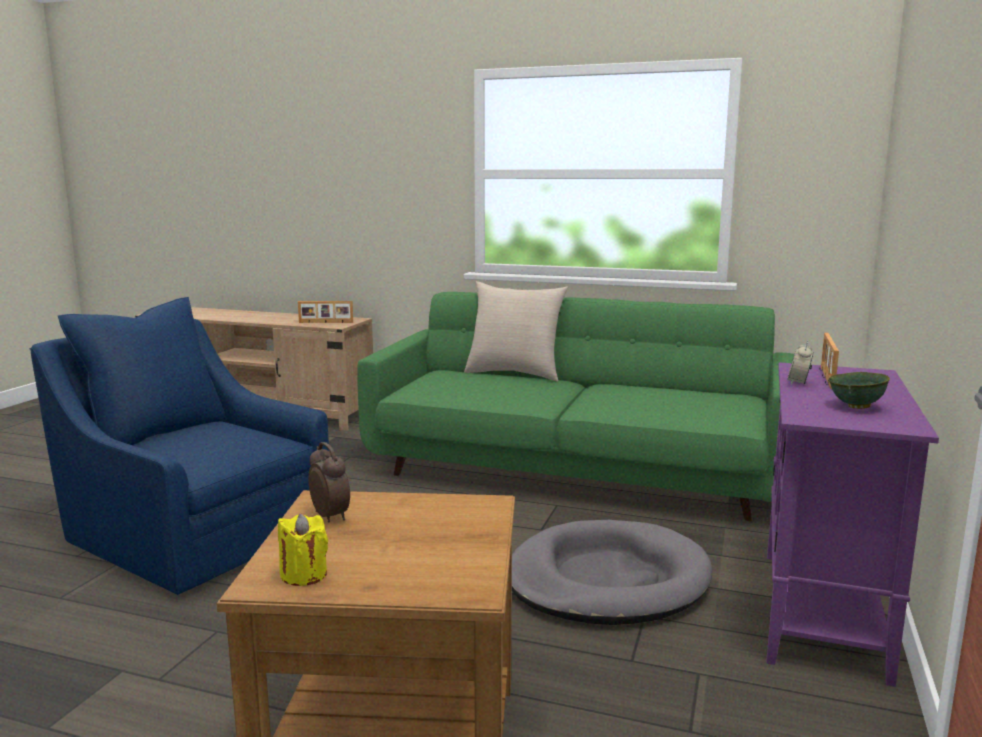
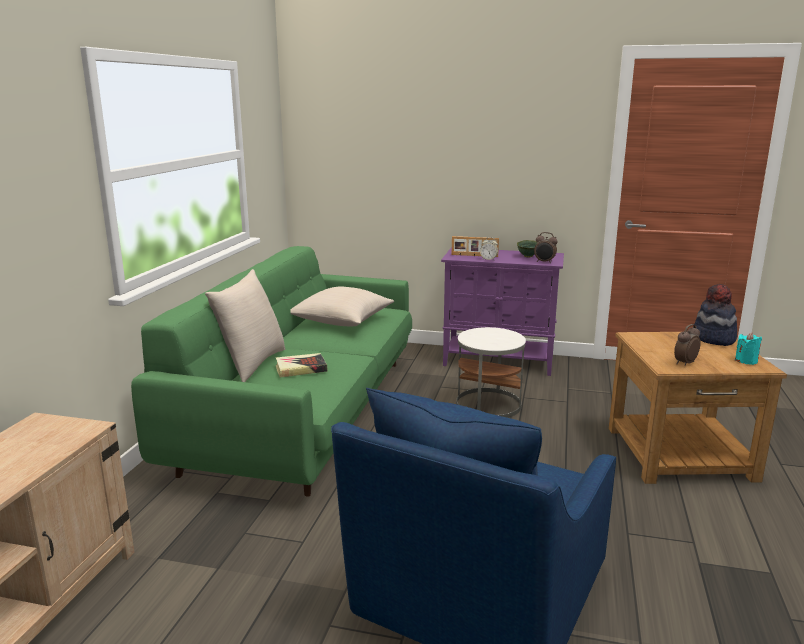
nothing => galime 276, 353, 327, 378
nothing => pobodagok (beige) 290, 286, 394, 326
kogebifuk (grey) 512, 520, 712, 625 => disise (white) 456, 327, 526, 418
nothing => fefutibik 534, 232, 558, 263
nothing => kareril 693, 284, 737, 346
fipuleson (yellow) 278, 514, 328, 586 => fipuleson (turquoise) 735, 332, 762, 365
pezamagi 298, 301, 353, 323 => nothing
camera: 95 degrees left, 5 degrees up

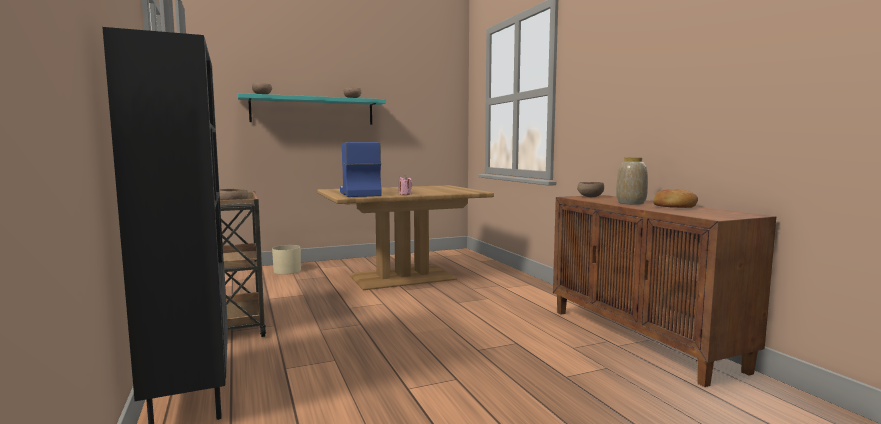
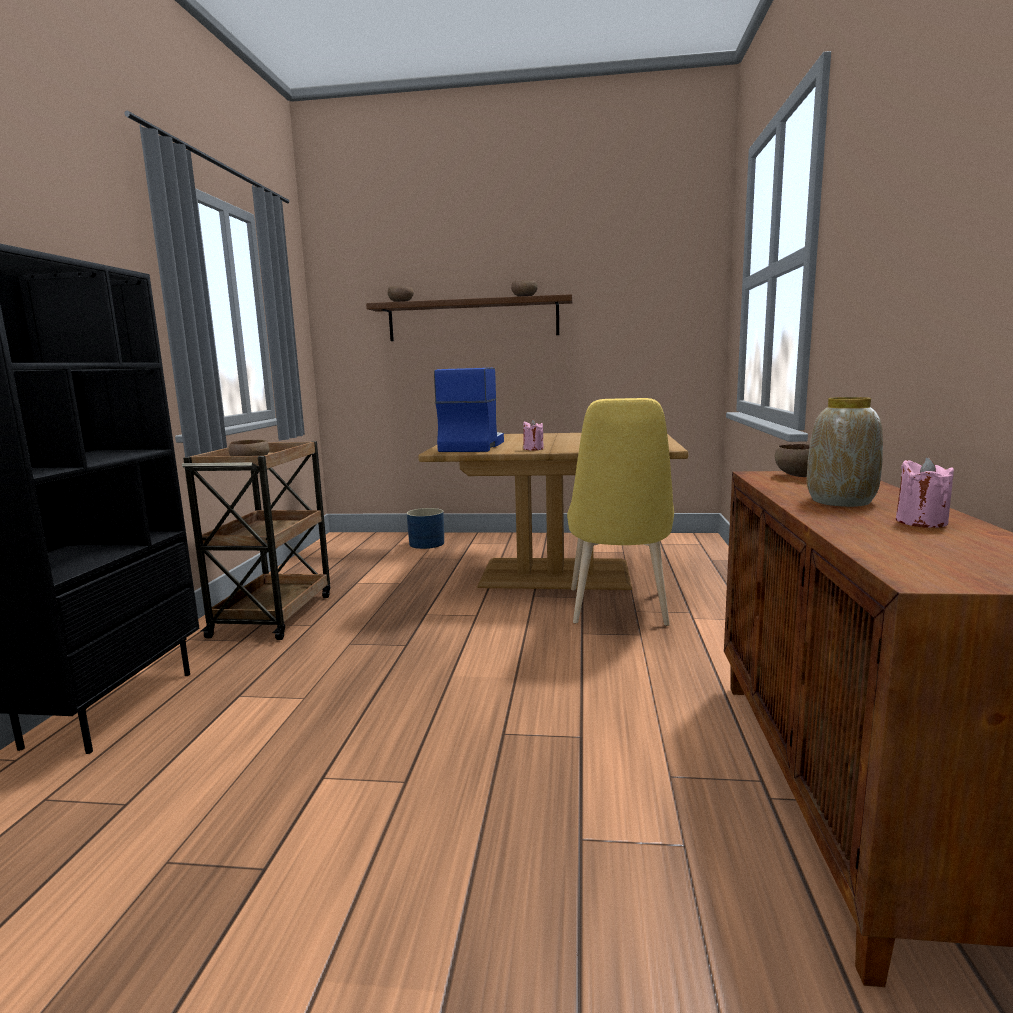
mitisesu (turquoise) 238, 93, 386, 125 => mitisesu (brown) 366, 294, 573, 341
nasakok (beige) 272, 245, 301, 275 => nasakok (blue) 407, 508, 444, 549
nothing => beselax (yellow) 567, 398, 674, 626
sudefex 653, 189, 698, 208 => fipuleson (pink) 896, 457, 954, 528
camera: 30 degrees right, 5 degrees up

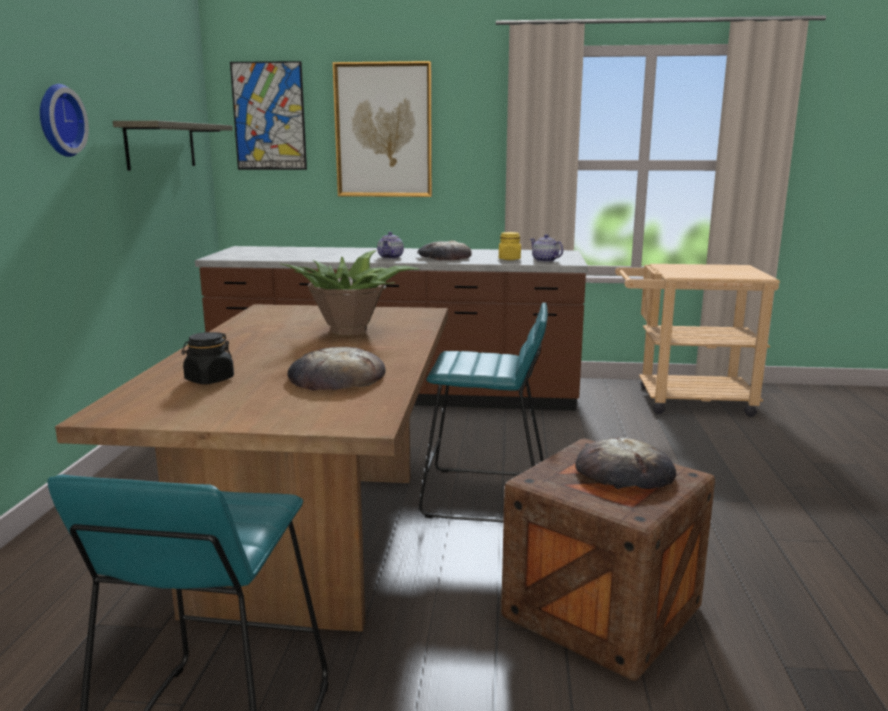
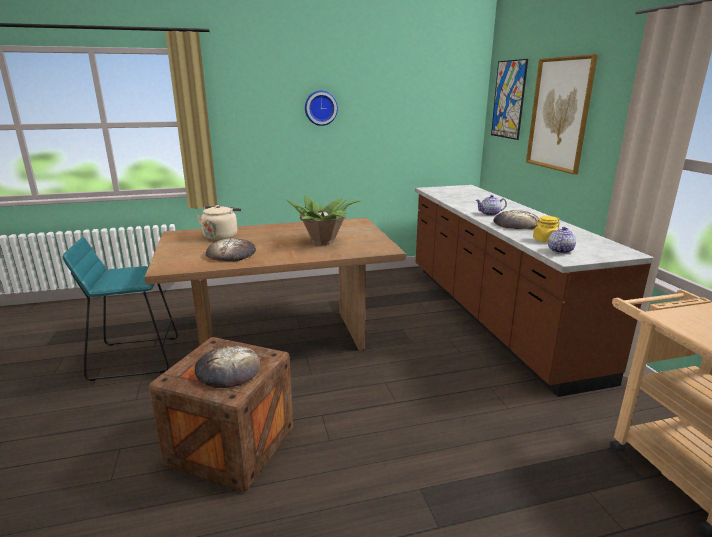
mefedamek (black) 182, 332, 234, 384 => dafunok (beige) 197, 205, 241, 241
mitisesu 113, 121, 233, 171 => nothing
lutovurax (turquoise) 419, 302, 548, 523 => nothing
camera: 70 degrees right, 5 degrees up

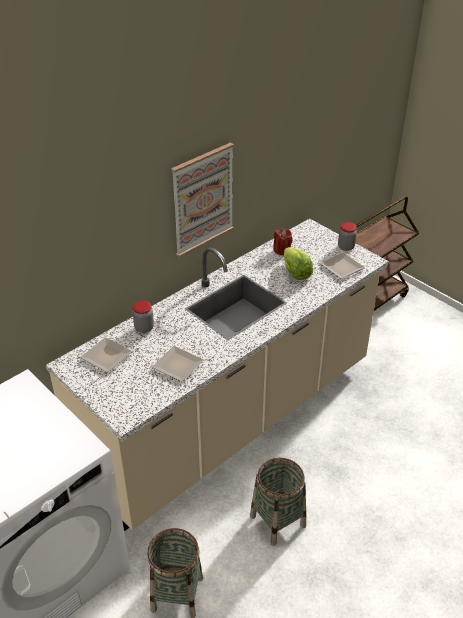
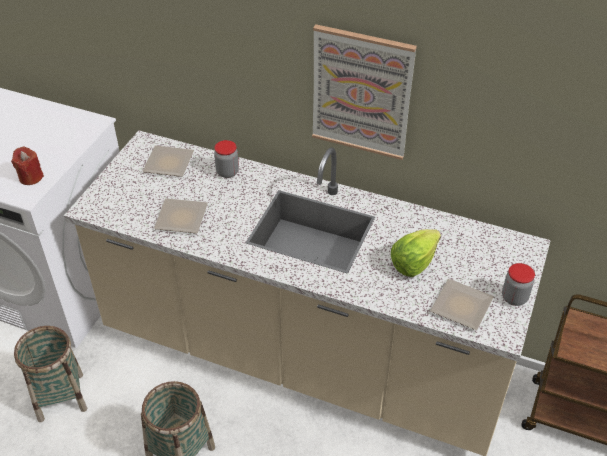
fipuleson (red) 273, 229, 293, 255 => fipuleson (red) 11, 146, 44, 185, moved
camera: 65 degrees right, 5 degrees up

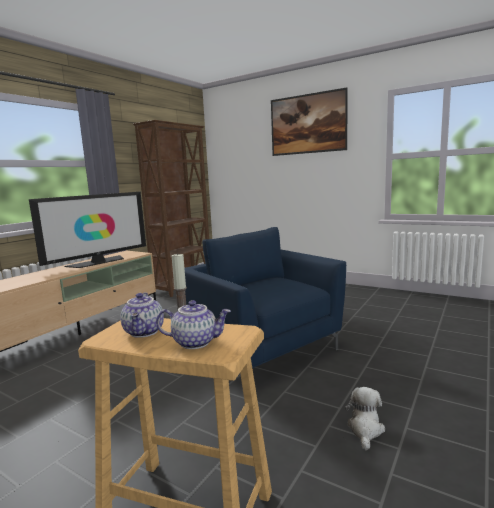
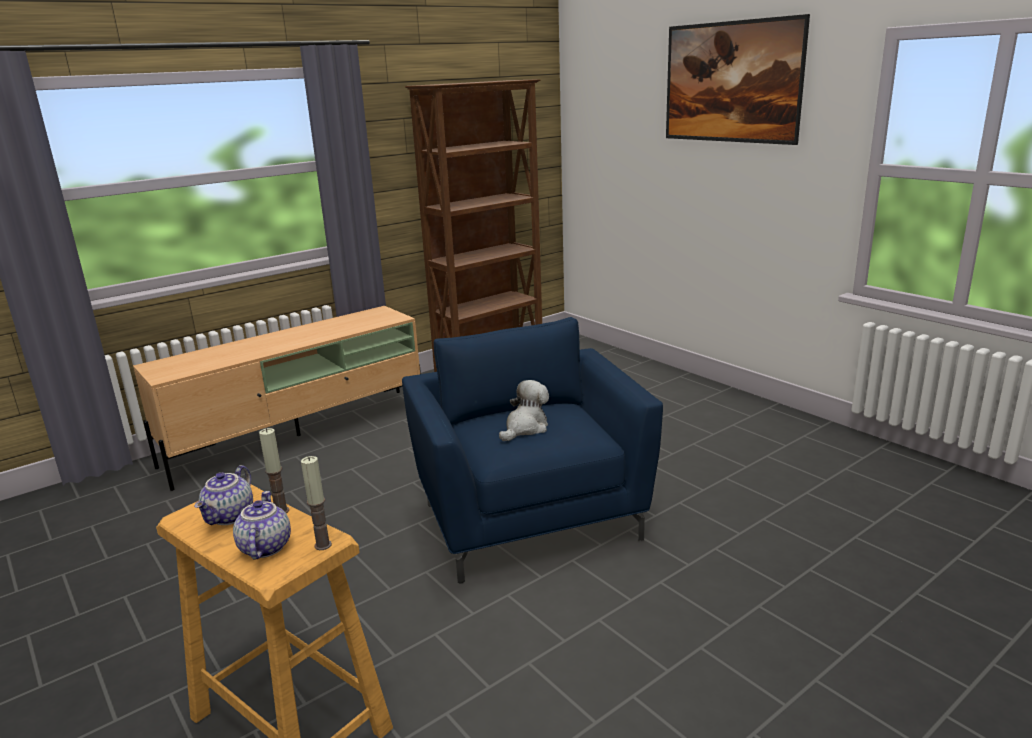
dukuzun 156, 300, 231, 349 => dukuzun 233, 491, 291, 560, 120 degrees counterclockwise
nothing => fipuleson 301, 456, 332, 550
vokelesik 345, 387, 385, 450 => vokelesik 499, 380, 549, 441, moved
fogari 29, 192, 146, 268 => nothing
camera: 20 degrees right, 10 degrees up

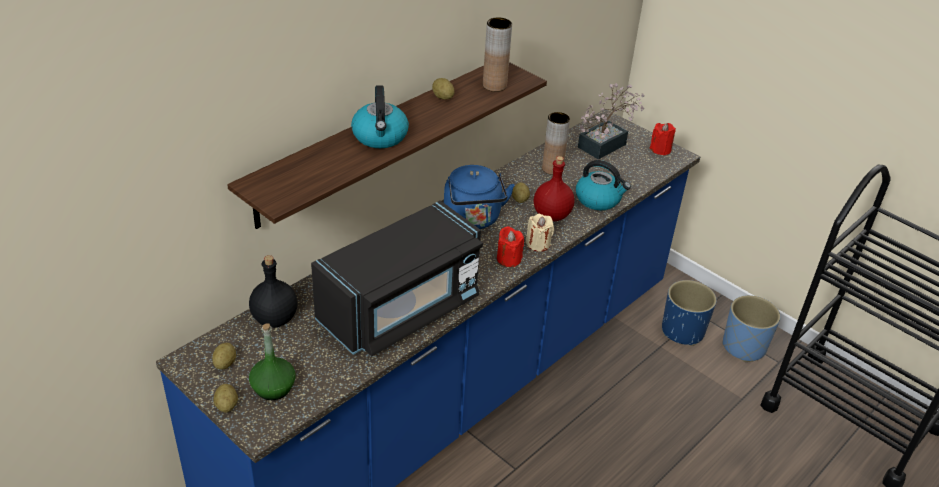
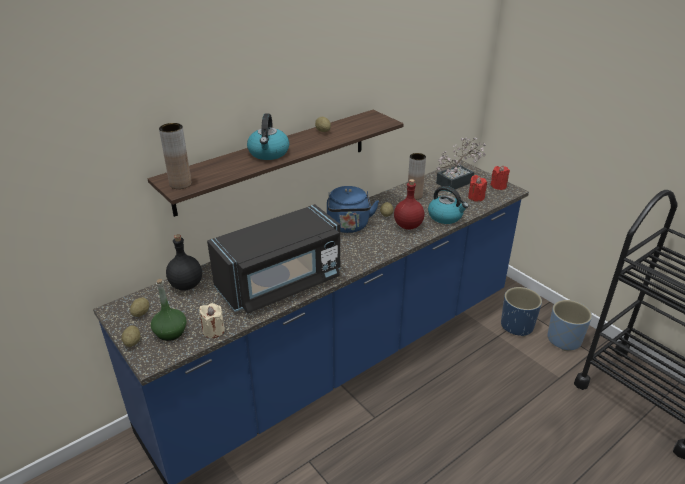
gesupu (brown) 483, 17, 512, 92 => gesupu (brown) 159, 123, 192, 189, moved
fipuleson (beige) 526, 214, 554, 252 => fipuleson (beige) 199, 303, 225, 338, moved
fipuleson (red) 497, 226, 524, 267 => fipuleson (red) 468, 175, 487, 202, moved
camera: 10 degrees right, 5 degrees down

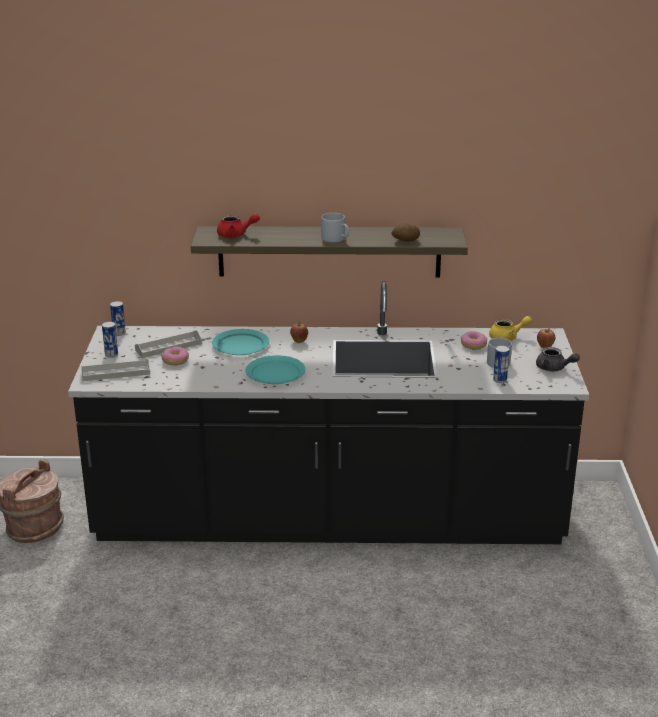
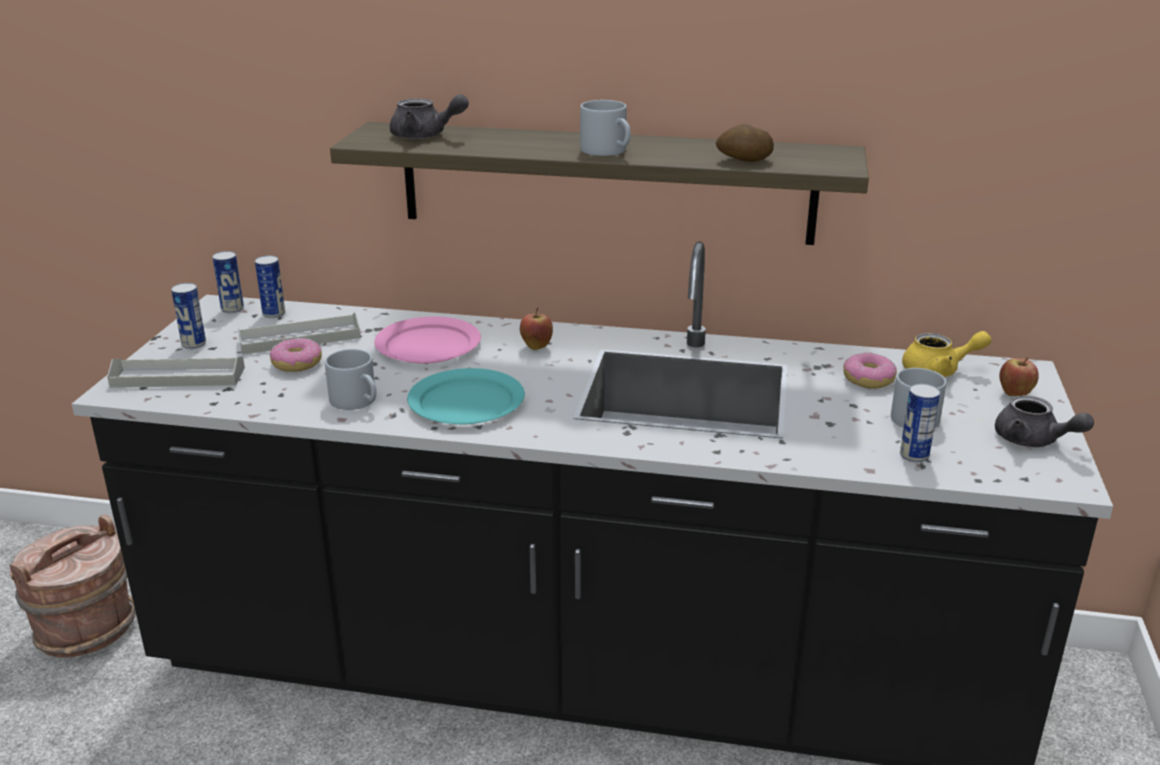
nothing => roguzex 255, 255, 285, 318
nothing => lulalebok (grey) 325, 349, 377, 410
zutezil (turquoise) 212, 329, 269, 355 => zutezil (pink) 374, 316, 481, 363
dukuzun (red) 217, 213, 260, 237 => dukuzun (grey) 390, 94, 469, 139
camera: 10 degrees right, 0 degrees up

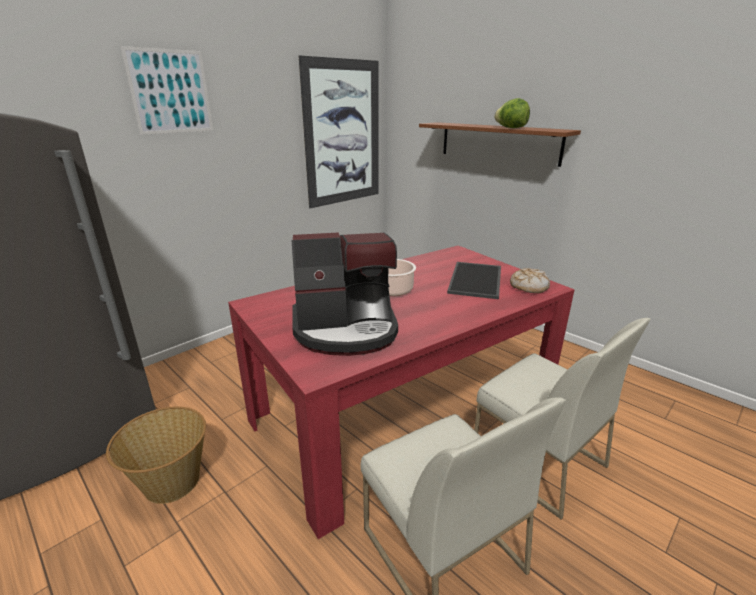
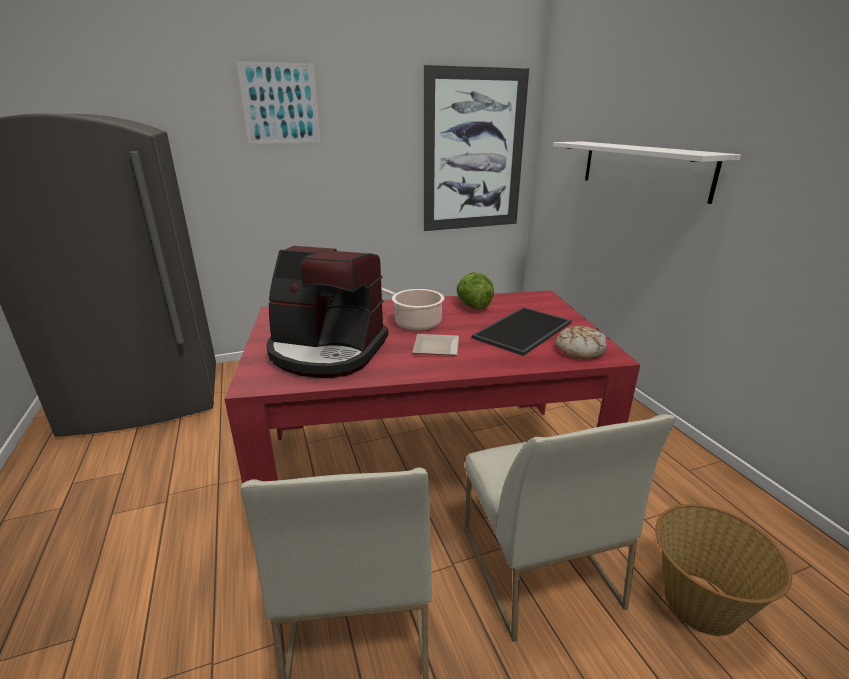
nothing => zutezil 412, 334, 459, 356
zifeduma 494, 98, 530, 128 => zifeduma 457, 272, 494, 310, moved
mitisesu (brown) 419, 122, 581, 167 => mitisesu (white) 553, 141, 741, 204
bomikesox 106, 407, 206, 504 => bomikesox 655, 504, 792, 636, moved
camera: 25 degrees right, 0 degrees up

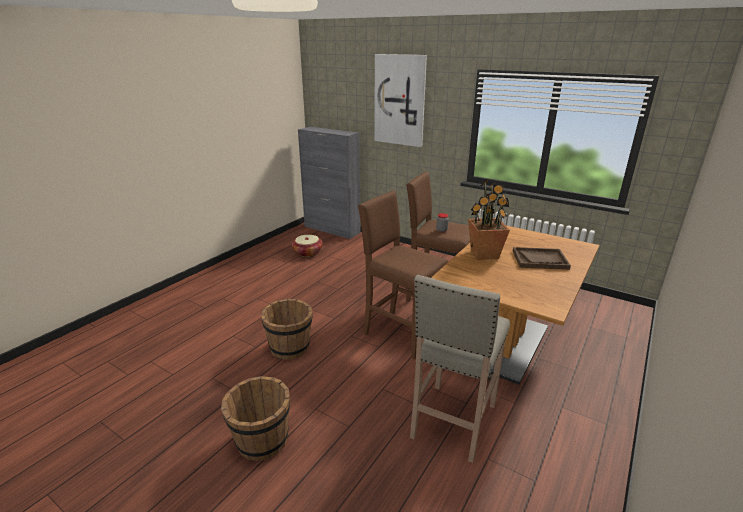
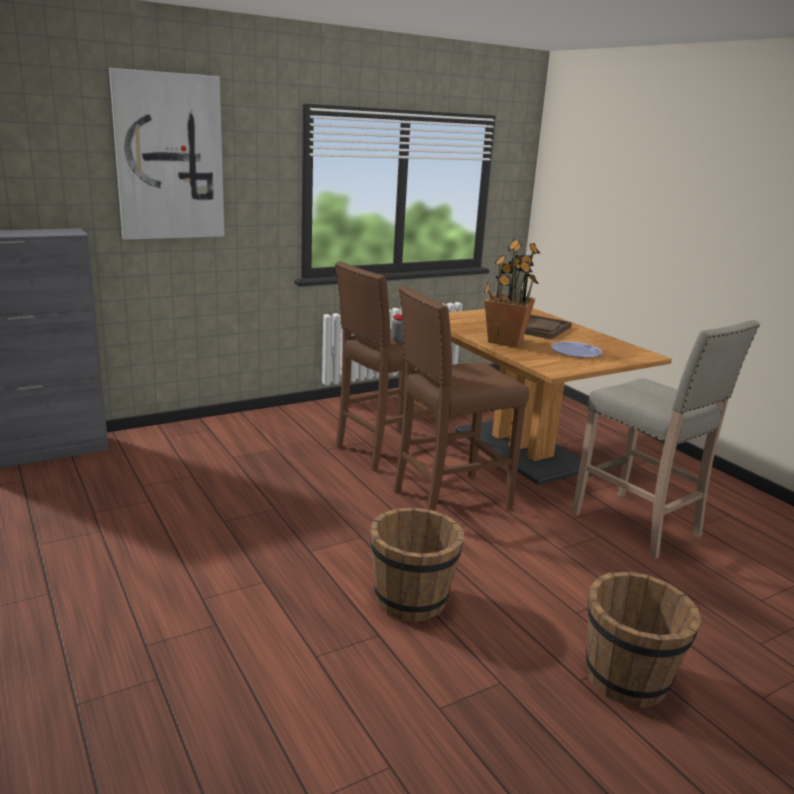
nothing => zutezil 551, 342, 603, 358
bomikesox 292, 235, 323, 257 => nothing
camera: 65 degrees left, 5 degrees down

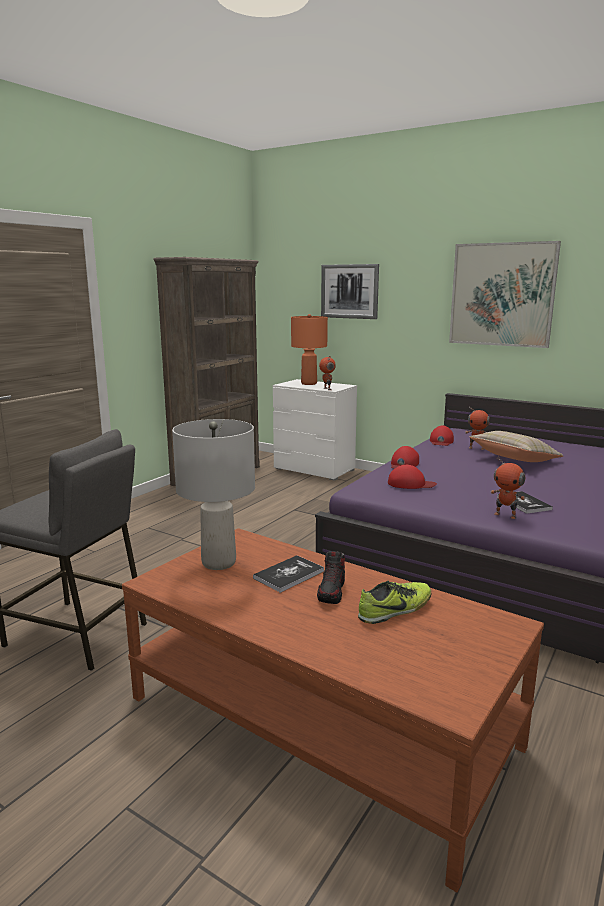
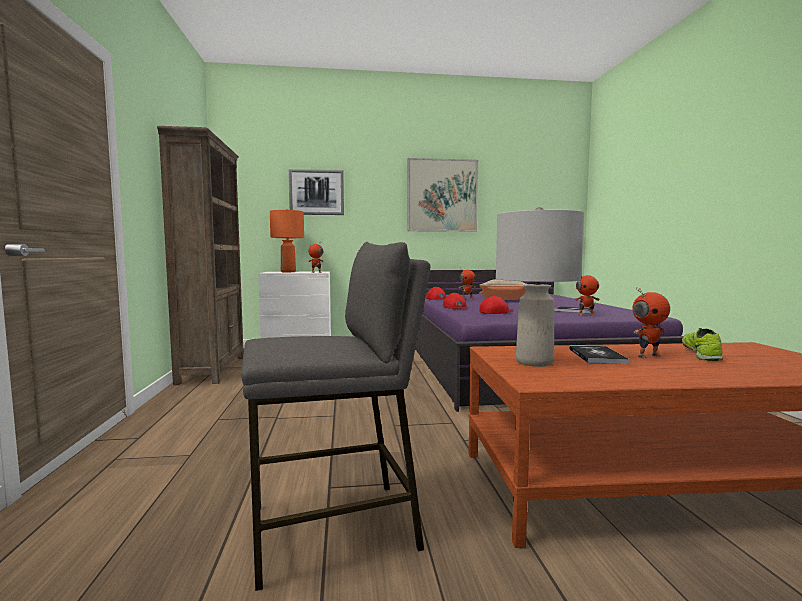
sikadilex 317, 551, 345, 604 => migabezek 632, 288, 670, 358
camera: 40 degrees left, 10 degrees down

